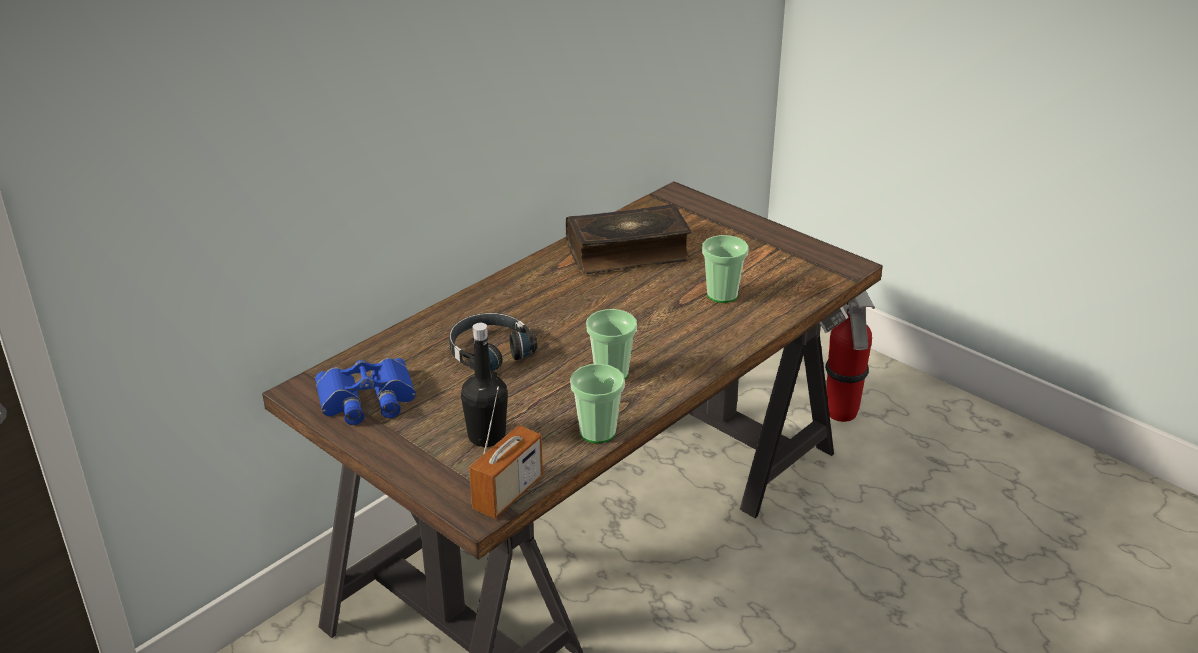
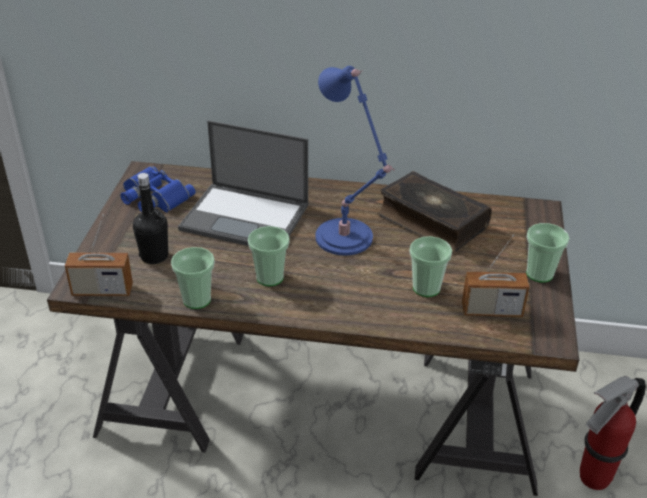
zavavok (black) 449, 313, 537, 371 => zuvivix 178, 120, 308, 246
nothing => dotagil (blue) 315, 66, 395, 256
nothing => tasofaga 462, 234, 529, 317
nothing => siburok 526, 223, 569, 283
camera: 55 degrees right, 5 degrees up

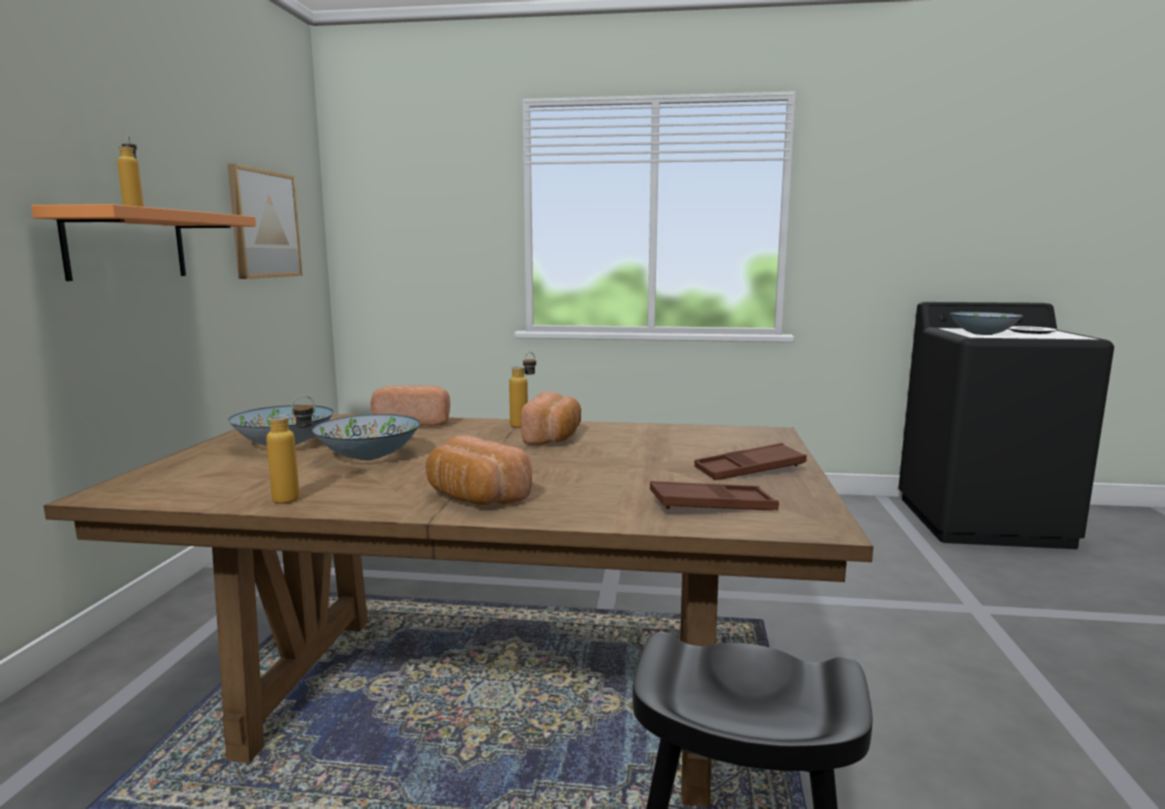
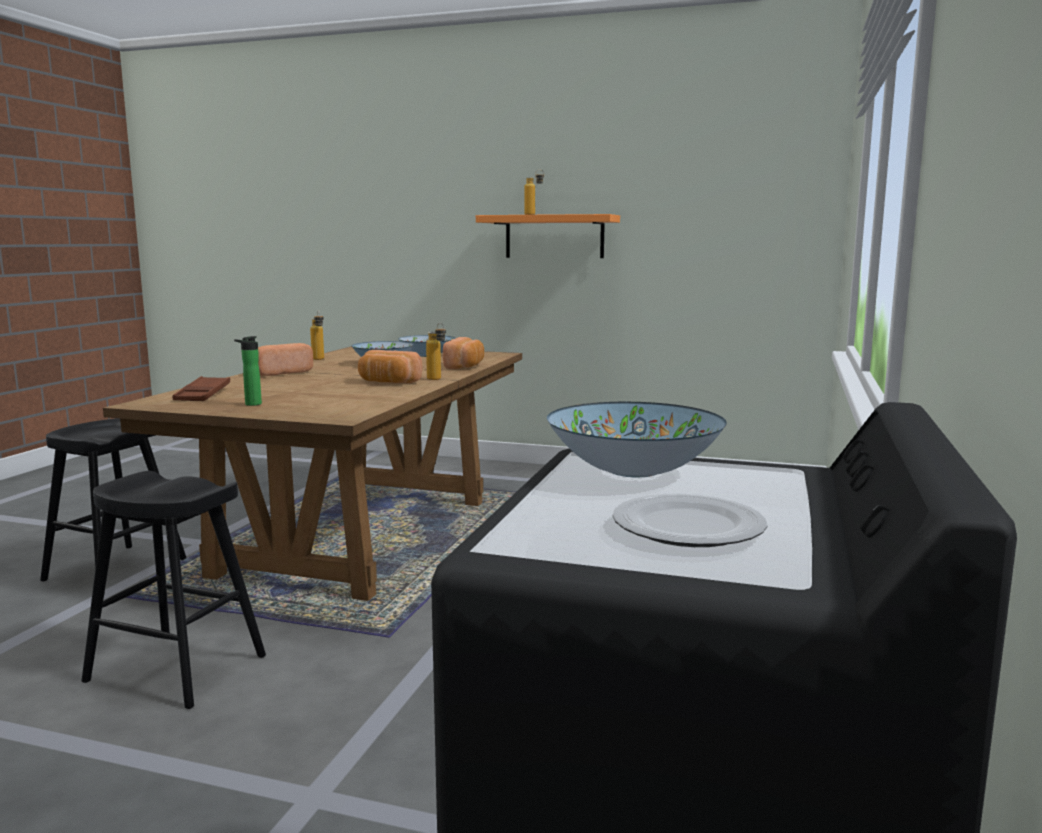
nothing => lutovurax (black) 82, 471, 266, 709
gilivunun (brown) 694, 443, 807, 480 => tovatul 234, 336, 262, 406
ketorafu 227, 164, 302, 279 => nothing
camera: 100 degrees right, 0 degrees up

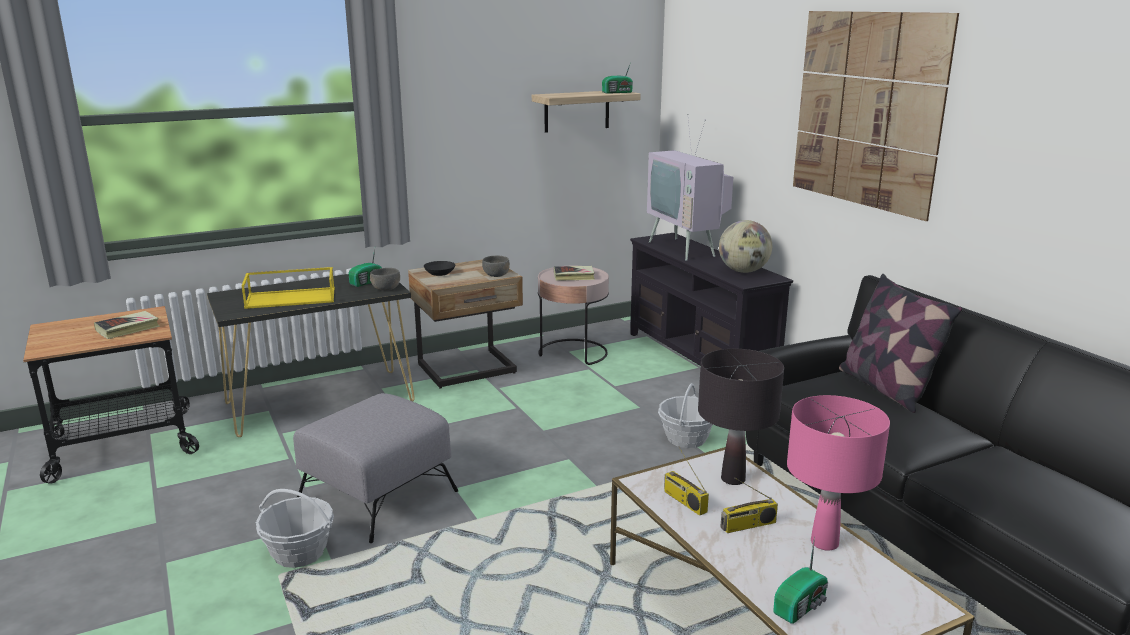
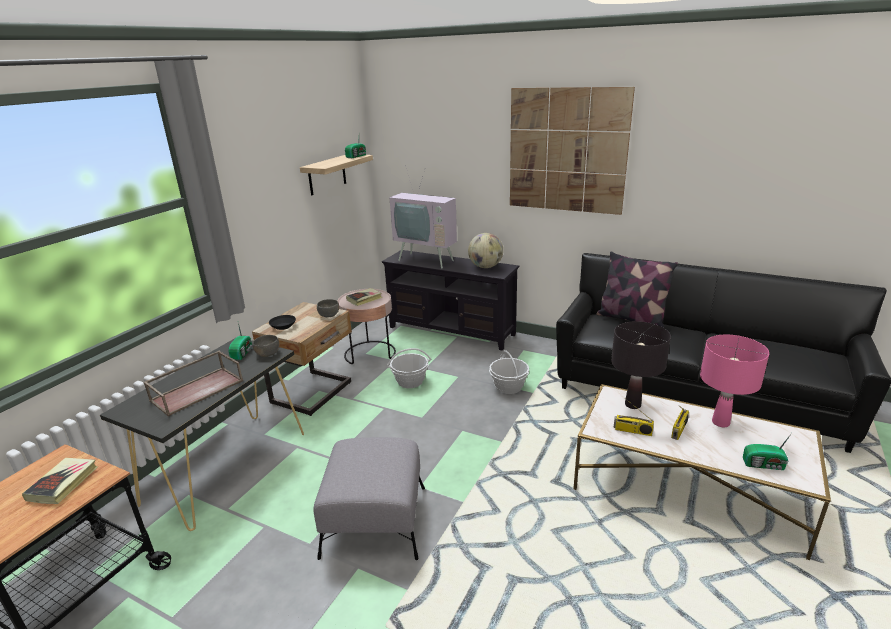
gilivunun (yellow) 242, 267, 335, 309 => gilivunun (brown) 143, 351, 243, 416
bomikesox 256, 489, 334, 568 => bomikesox 387, 348, 431, 388, moved
tasofaga 773, 537, 828, 624 => tasofaga 743, 433, 792, 470, 90 degrees clockwise
camera: 35 degrees left, 5 degrees up

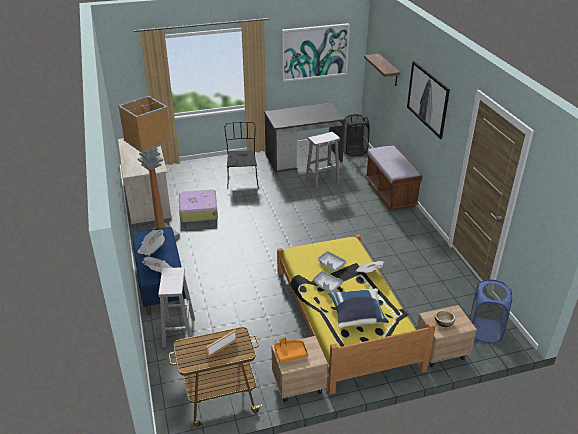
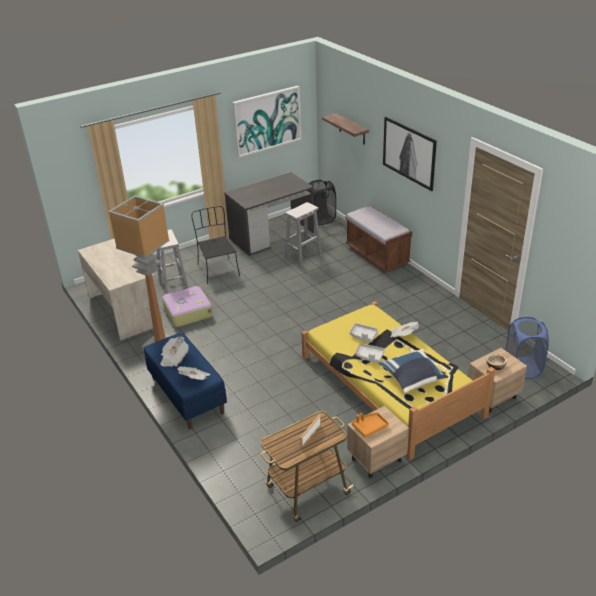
lutovurax (white) 158, 267, 195, 347 => lutovurax (white) 157, 229, 188, 294, moved
camera: 15 degrees left, 0 degrees up

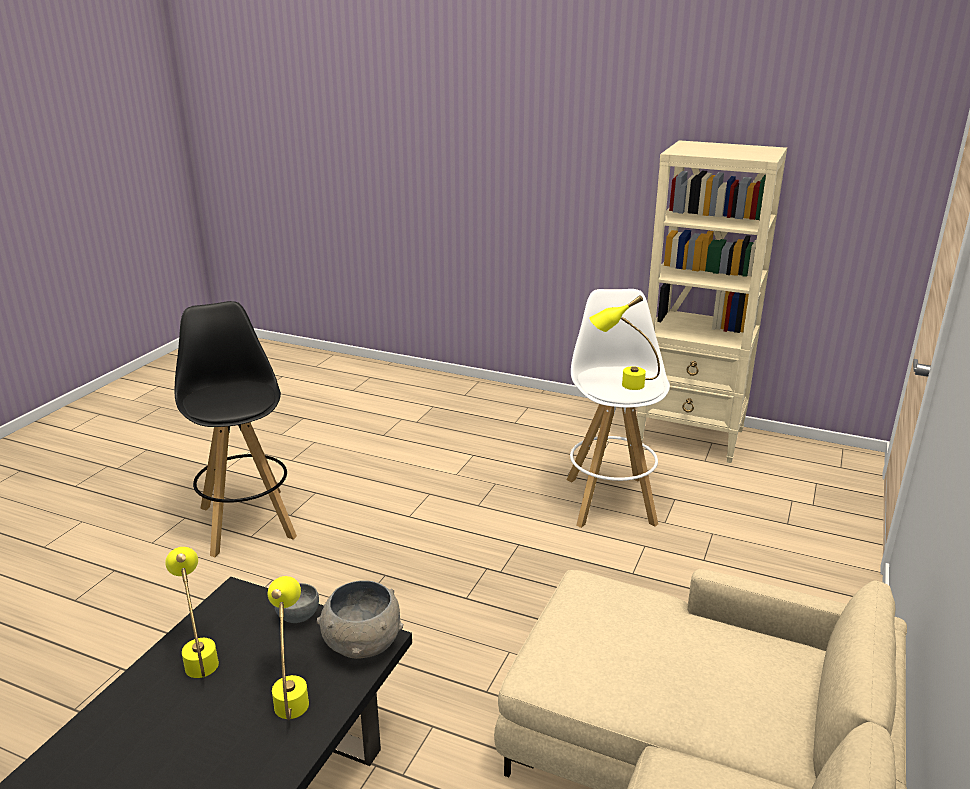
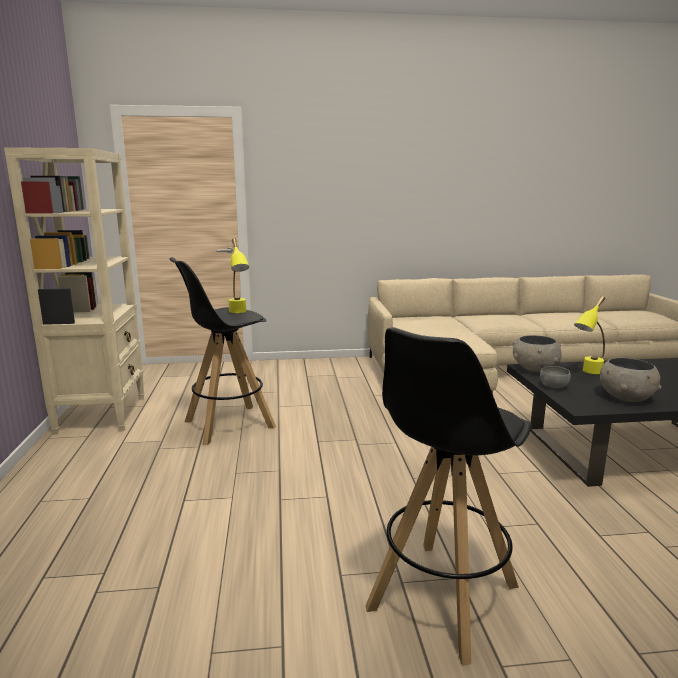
lutovurax (white) 567, 289, 670, 528 => lutovurax (black) 169, 257, 276, 445
dotagil (yellow) 165, 547, 219, 678 => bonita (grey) 600, 358, 662, 402
camera: 120 degrees left, 10 degrees down

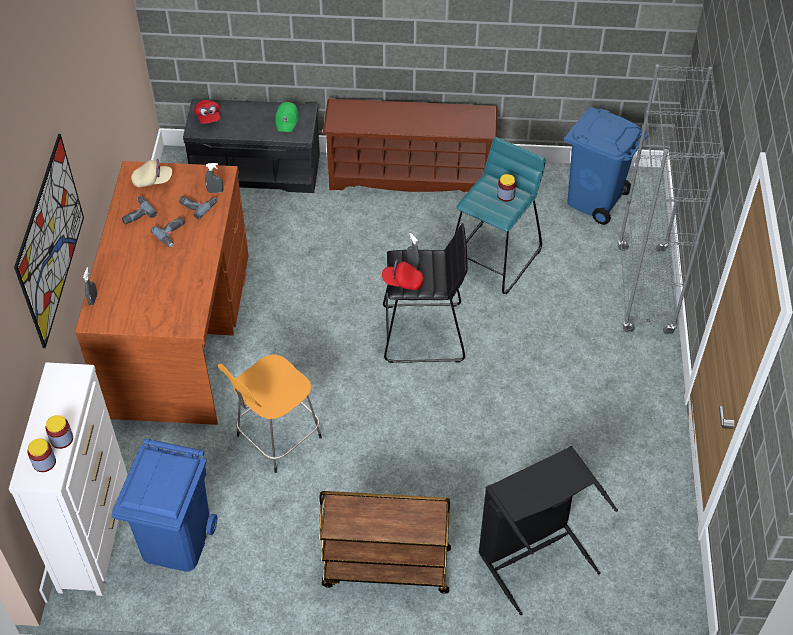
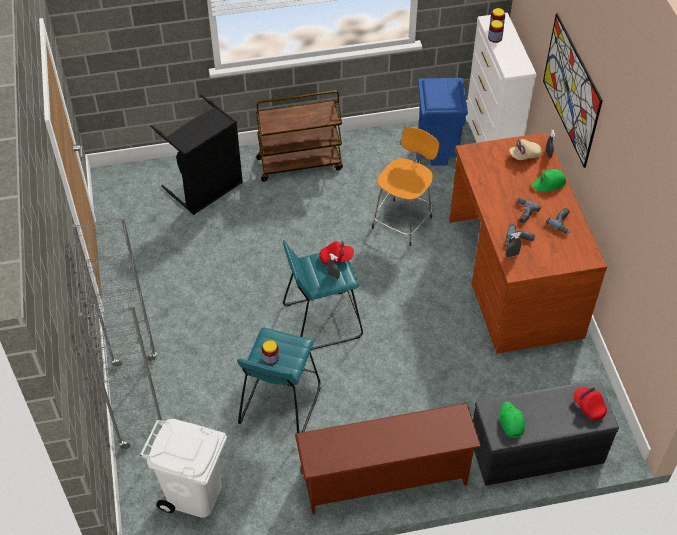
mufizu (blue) 564, 106, 648, 225 => mufizu (white) 140, 419, 227, 518
lutovurax (black) 383, 223, 468, 363 => lutovurax (turquoise) 283, 240, 363, 350
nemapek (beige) 131, 159, 172, 187 => nemapek (beige) 509, 139, 541, 160, moved
nothing => nemapek (green) 532, 169, 566, 192
camera: 165 degrees right, 0 degrees up

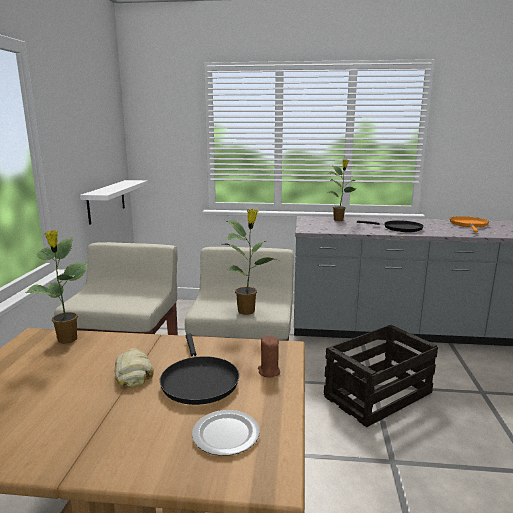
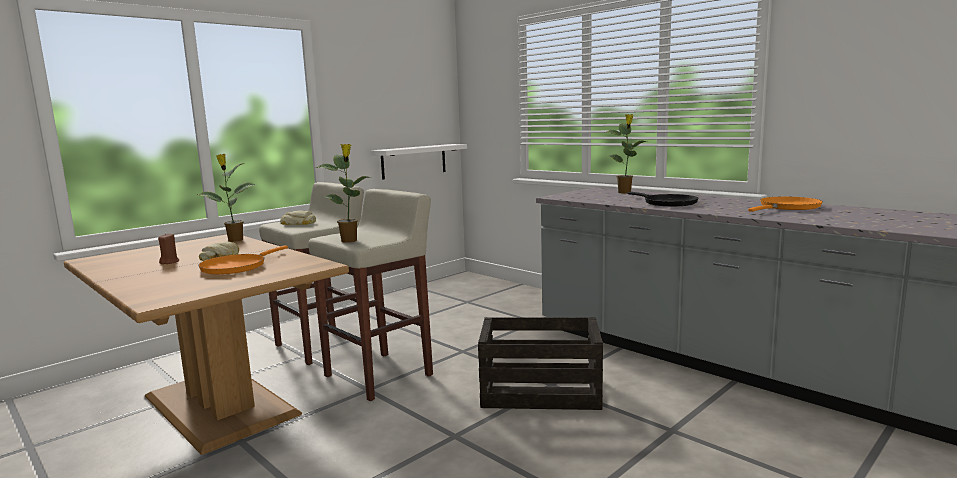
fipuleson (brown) 258, 335, 280, 377 => fipuleson (brown) 158, 233, 179, 264, moved
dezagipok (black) 160, 334, 239, 405 => dezagipok (orange) 198, 245, 288, 275
nothing => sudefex 280, 211, 316, 225
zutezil 192, 410, 260, 456 => nothing
camera: 40 degrees right, 5 degrees down

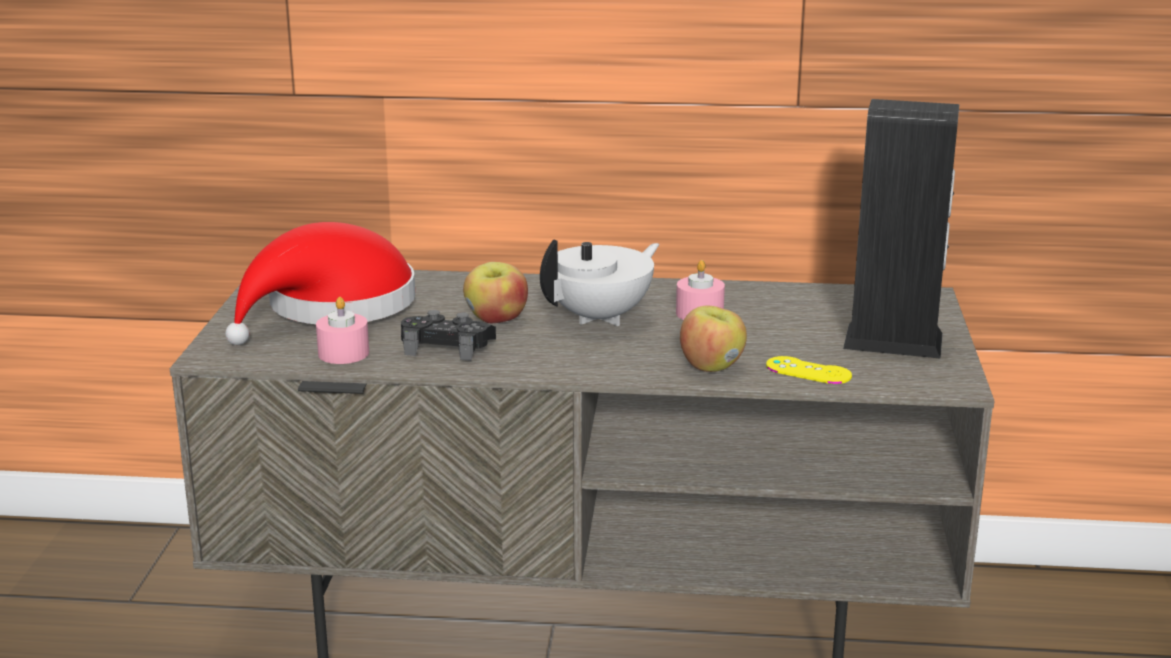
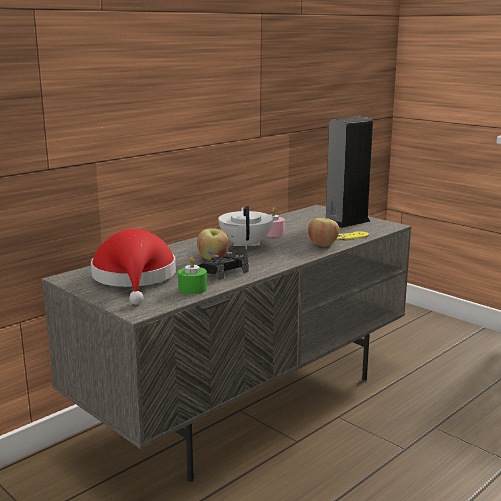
fipuleson (pink) 316, 297, 369, 364 => fipuleson (green) 178, 257, 207, 294
camera: 50 degrees left, 5 degrees down

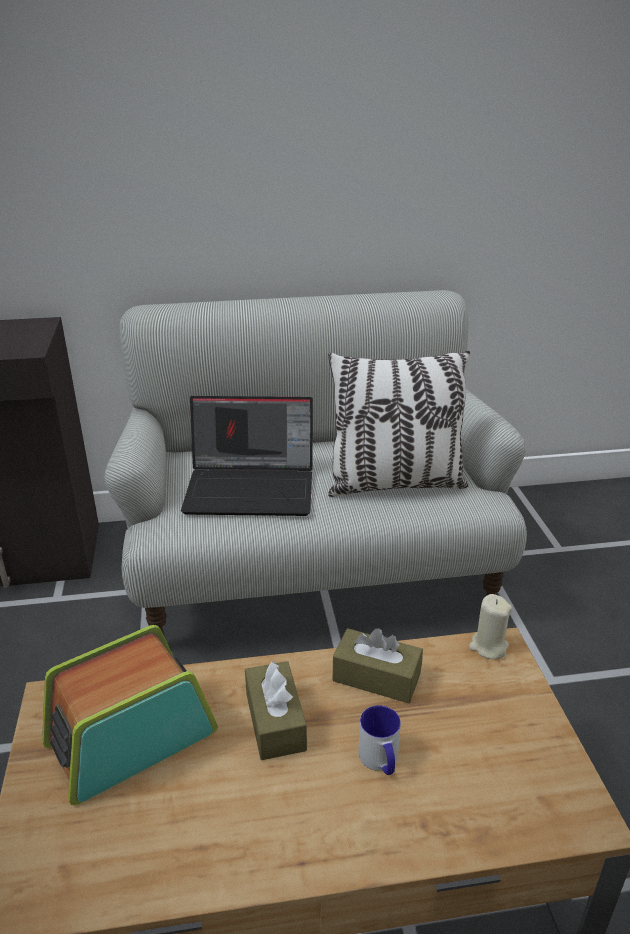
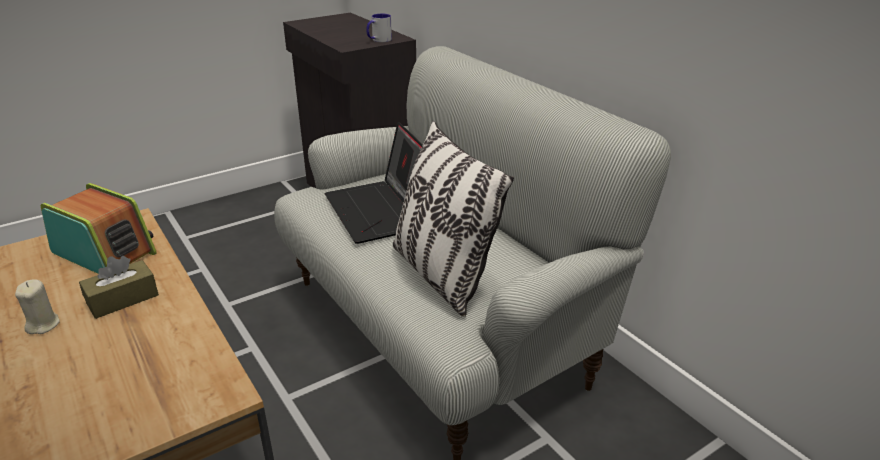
fipuleson (beige) 469, 594, 512, 659 => fipuleson (beige) 15, 279, 60, 334, moved
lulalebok 358, 705, 401, 775 => lulalebok 366, 14, 392, 42, moved
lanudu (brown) 333, 628, 423, 703 => nothing
camera: 65 degrees right, 0 degrees up

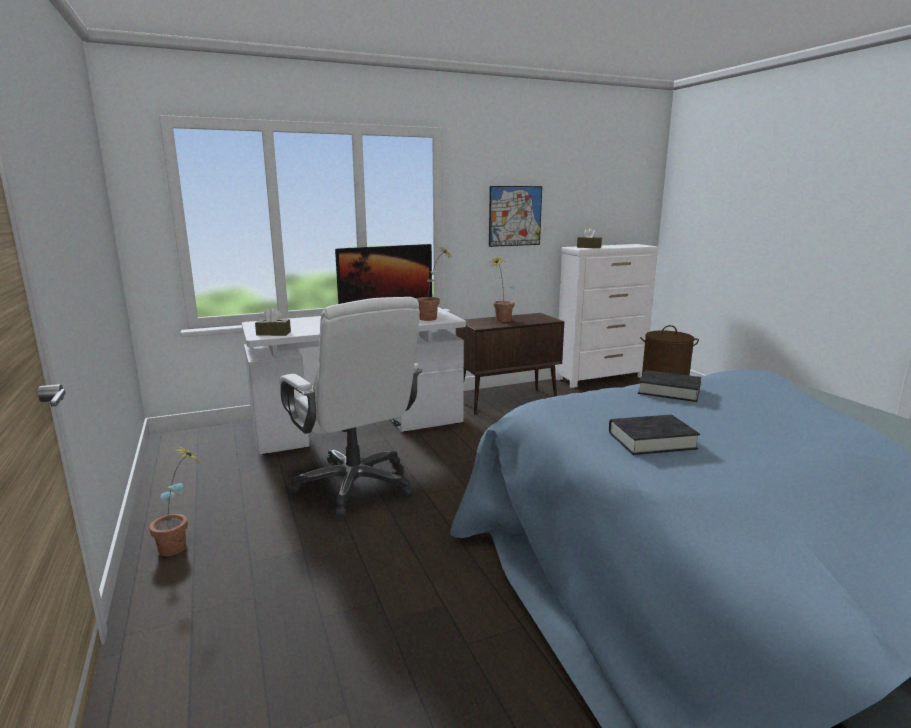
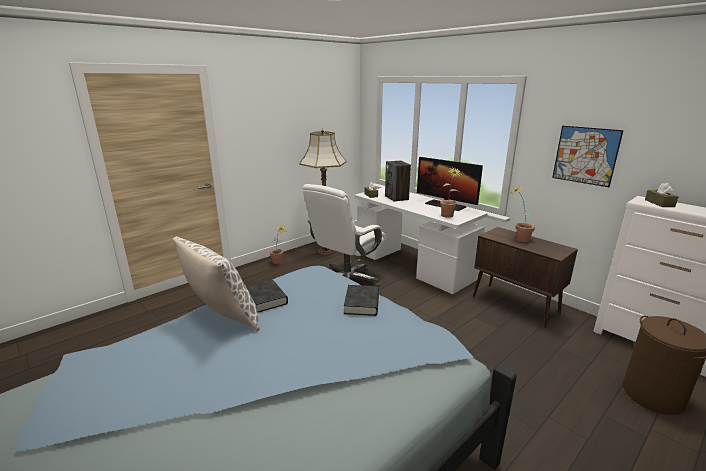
nothing => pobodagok 173, 236, 260, 332
nothing => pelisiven 299, 128, 347, 255
nothing => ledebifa 385, 160, 411, 202
camera: 70 degrees right, 5 degrees up

